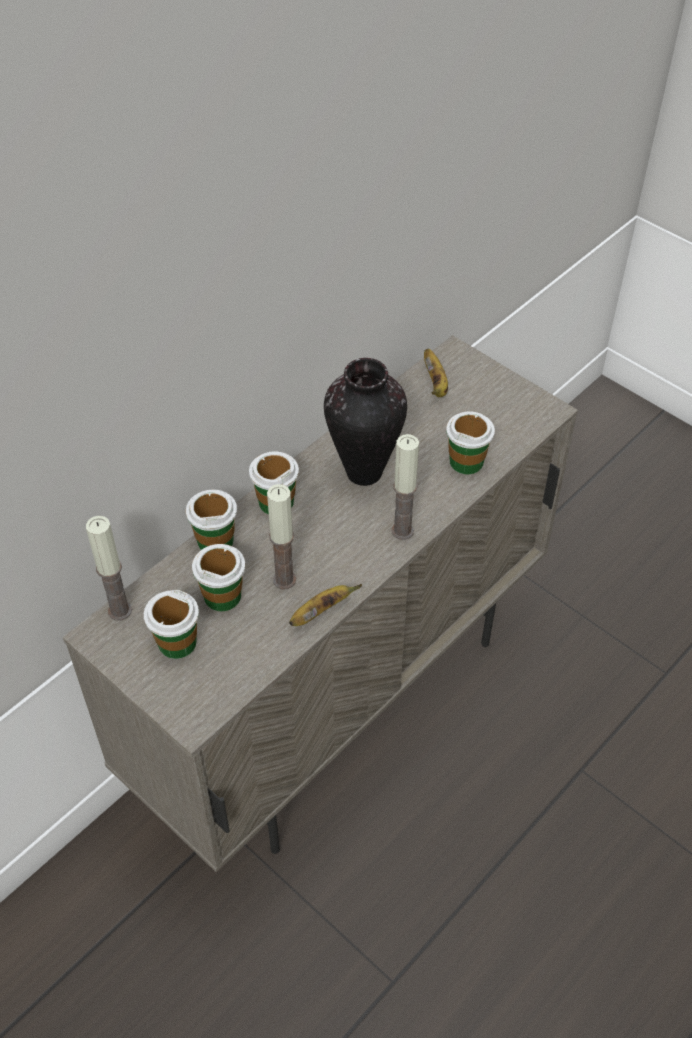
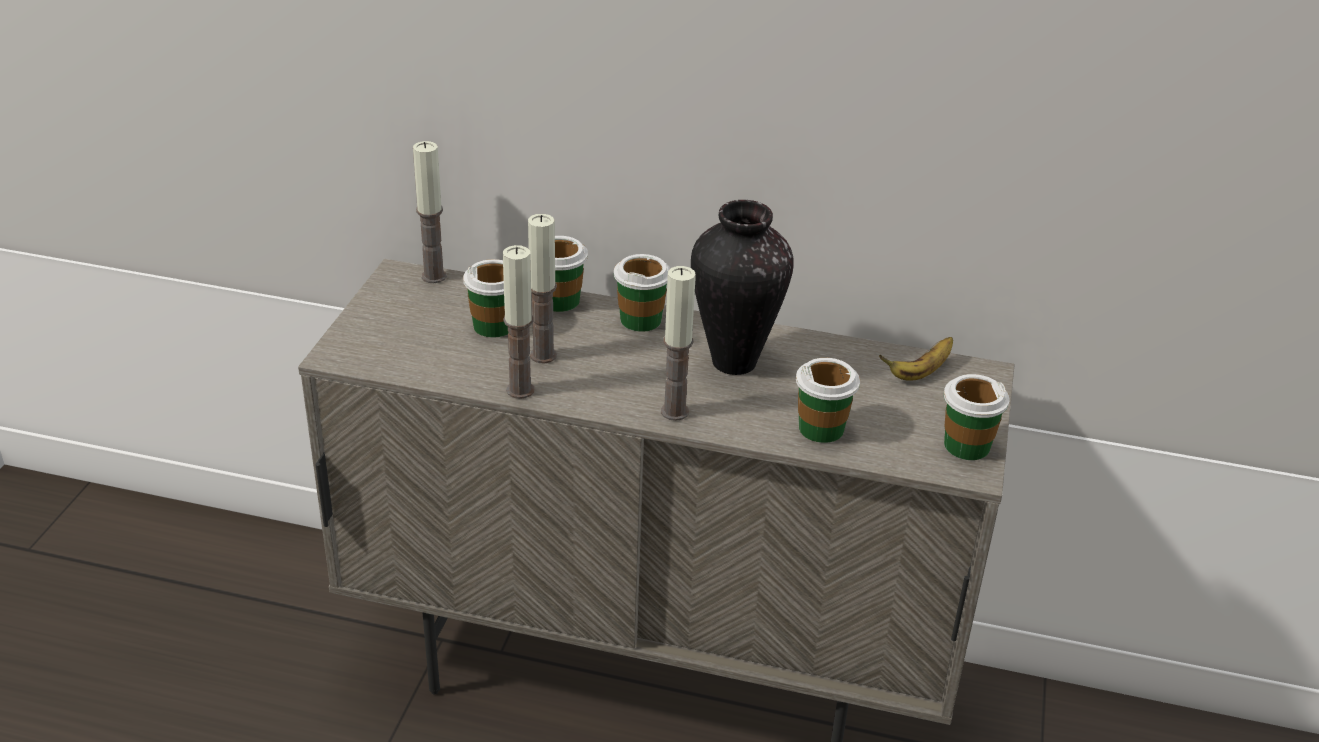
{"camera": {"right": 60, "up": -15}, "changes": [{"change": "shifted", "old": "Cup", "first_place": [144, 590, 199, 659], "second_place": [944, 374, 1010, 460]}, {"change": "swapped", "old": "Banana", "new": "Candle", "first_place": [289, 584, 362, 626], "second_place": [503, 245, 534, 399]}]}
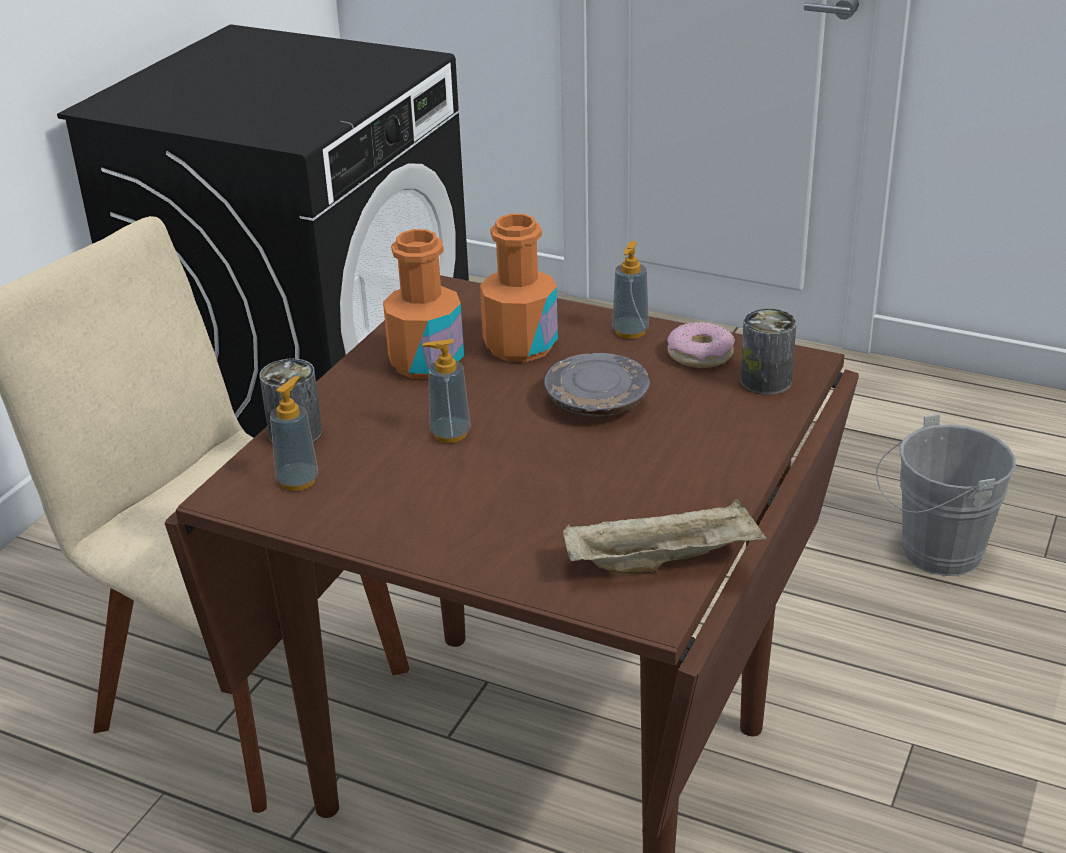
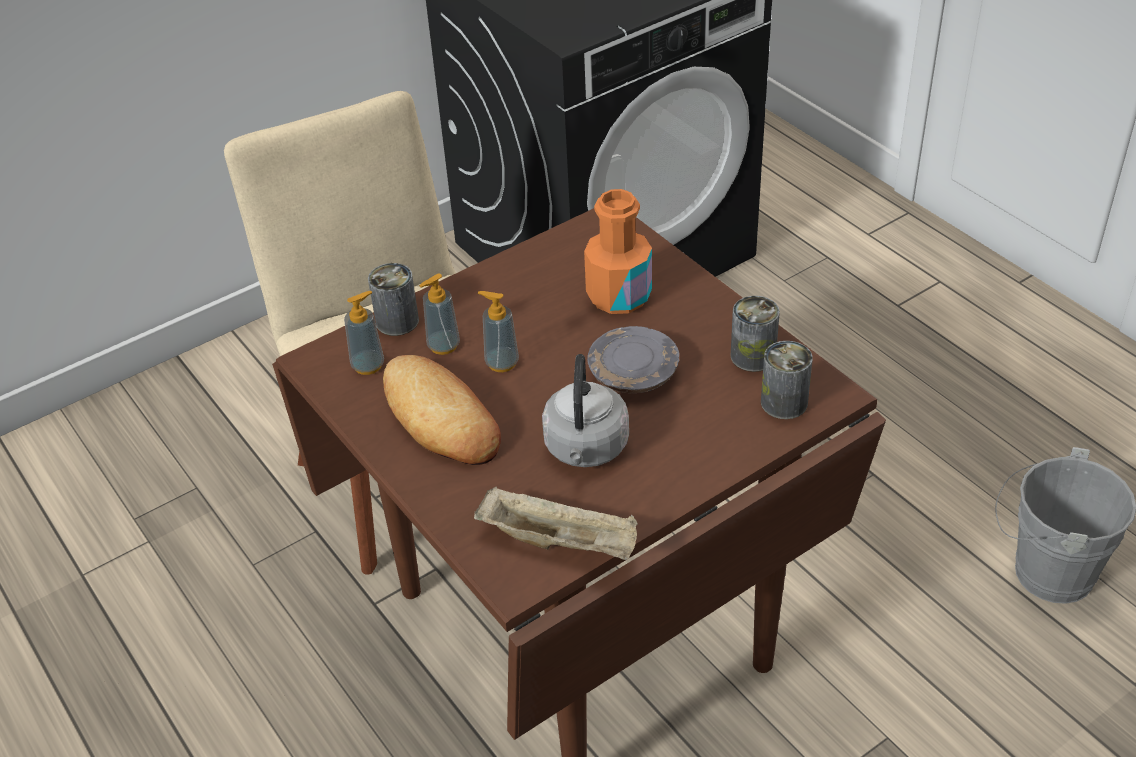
{"camera": {"right": 30, "up": 10}, "changes": [{"change": "gone", "old": "OrangeBottle", "first_place": [383, 229, 464, 379]}, {"change": "shifted", "old": "SoapDispenser", "first_place": [612, 241, 649, 339], "second_place": [419, 273, 460, 355]}, {"change": "swapped", "old": "Donut", "new": "Can", "first_place": [667, 322, 735, 368], "second_place": [731, 296, 780, 372]}, {"change": "new", "new": "Bread", "second_place": [383, 355, 501, 465]}, {"change": "new", "new": "GreyKettle", "second_place": [542, 354, 629, 467]}]}
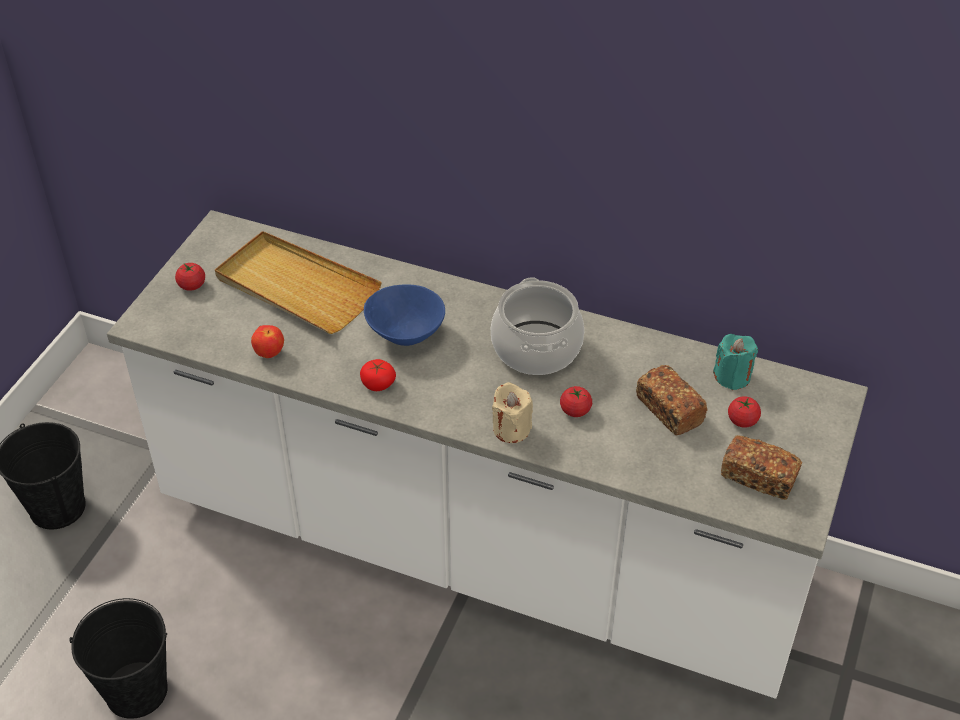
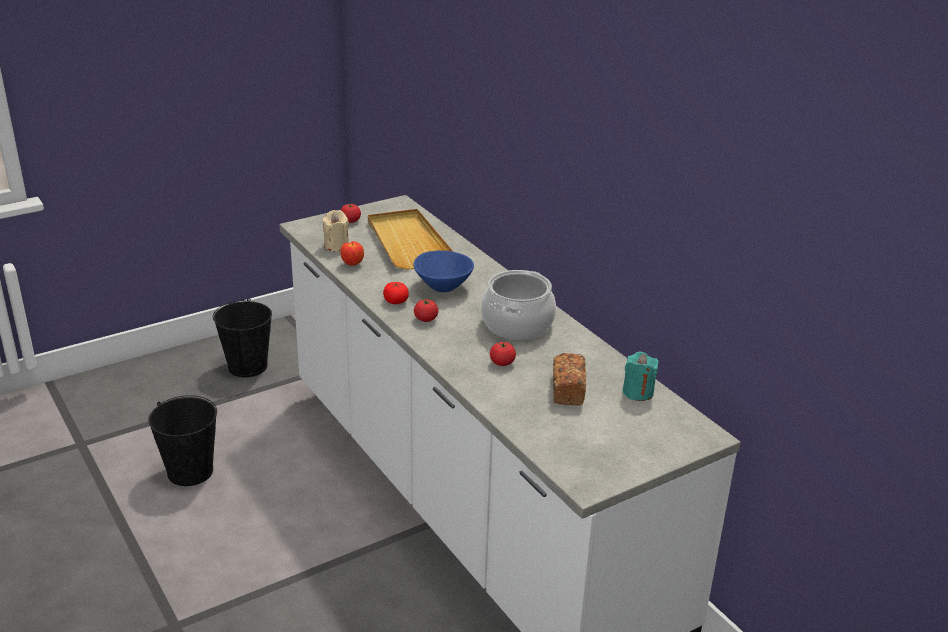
{"camera": {"right": 35, "up": -15}, "changes": [{"change": "shifted", "old": "BeigeCandle", "first_place": [492, 382, 533, 443], "second_place": [322, 210, 349, 251]}, {"change": "gone", "old": "Bread", "first_place": [721, 435, 802, 500]}, {"change": "shifted", "old": "Tomato", "first_place": [728, 396, 761, 428], "second_place": [414, 299, 438, 322]}]}
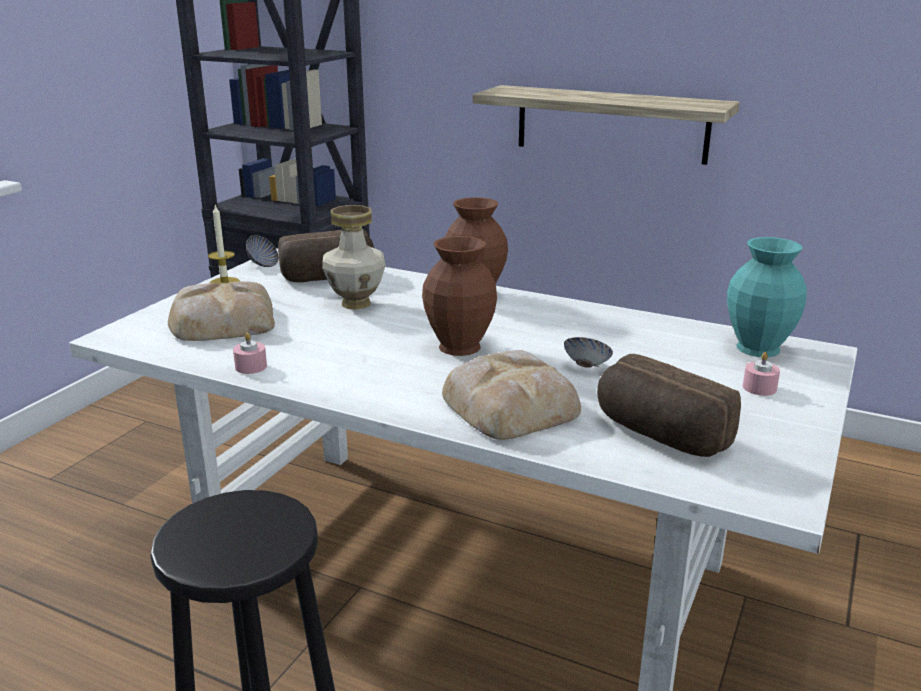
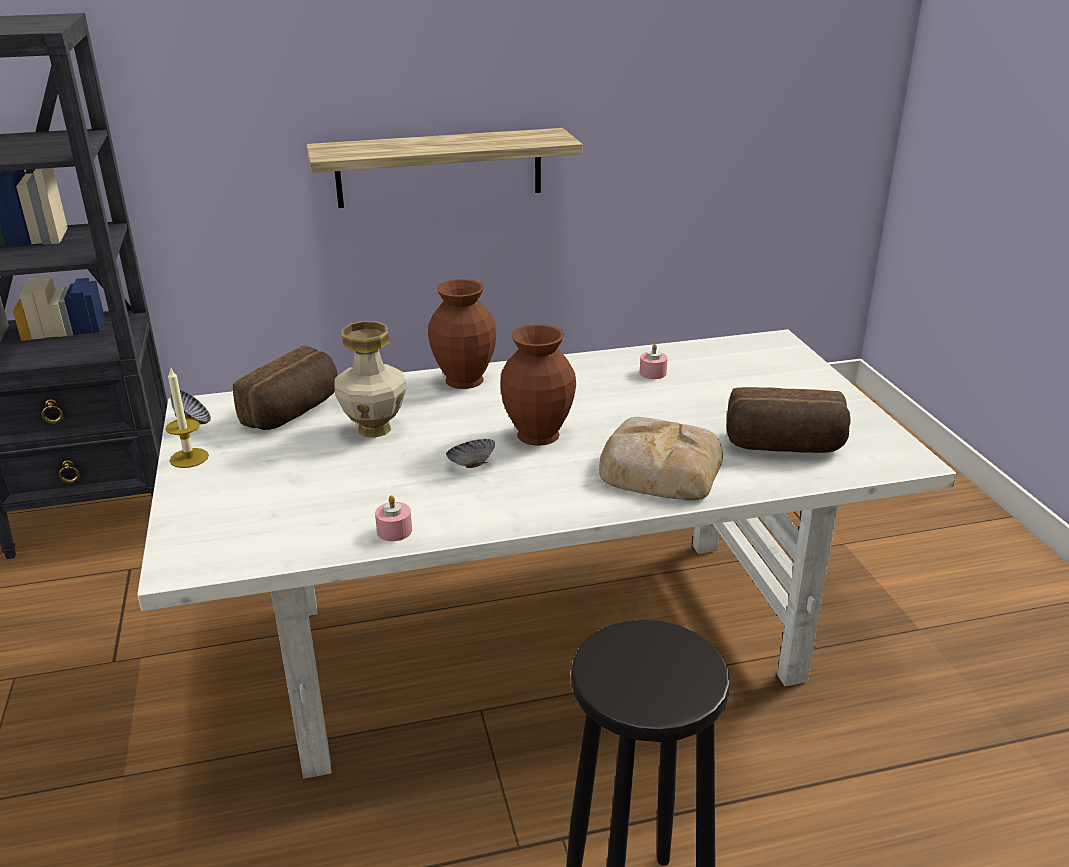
{"camera": {"right": -40, "up": 5}, "changes": [{"change": "gone", "old": "Bread", "first_place": [168, 281, 275, 341]}, {"change": "shifted", "old": "Bowl", "first_place": [564, 337, 613, 368], "second_place": [446, 439, 495, 468]}, {"change": "gone", "old": "TurquoiseVase", "first_place": [727, 237, 807, 357]}, {"change": "shifted", "old": "PinkCandle", "first_place": [743, 352, 780, 396], "second_place": [640, 344, 668, 379]}]}
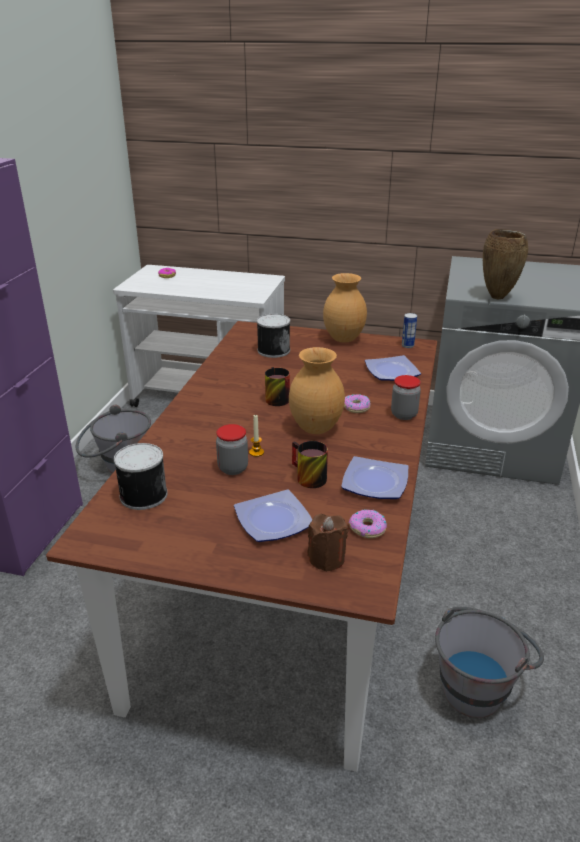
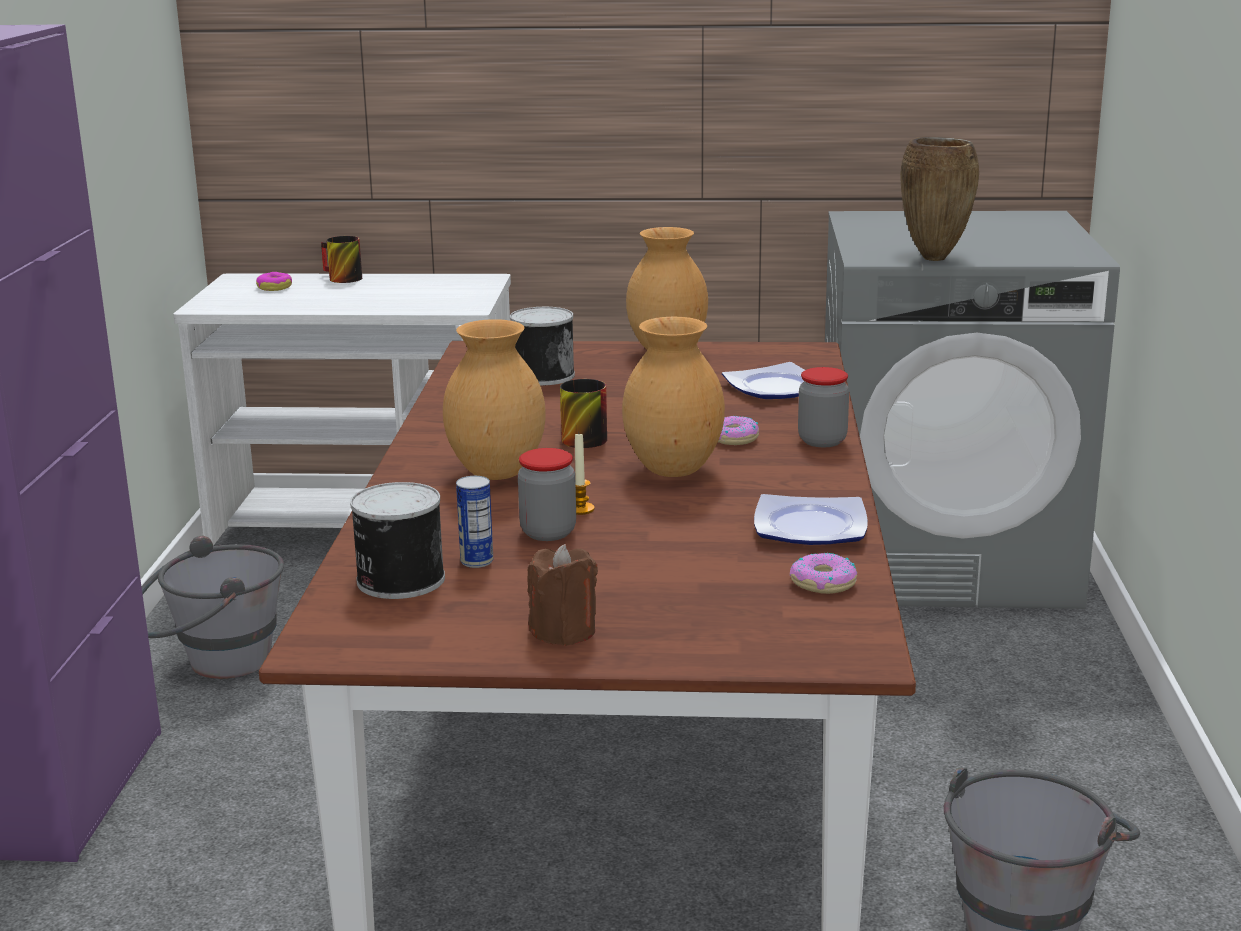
{"camera": {"right": -10, "up": -10}, "changes": [{"change": "gone", "old": "Plate", "first_place": [234, 489, 312, 542]}, {"change": "shifted", "old": "Mug", "first_place": [292, 441, 328, 488], "second_place": [321, 236, 362, 283]}, {"change": "shifted", "old": "BrownCandle", "first_place": [307, 514, 348, 572], "second_place": [527, 544, 598, 646]}, {"change": "shifted", "old": "Can", "first_place": [402, 313, 417, 348], "second_place": [456, 476, 493, 568]}, {"change": "new", "new": "BrownVase", "second_place": [443, 319, 546, 480]}]}
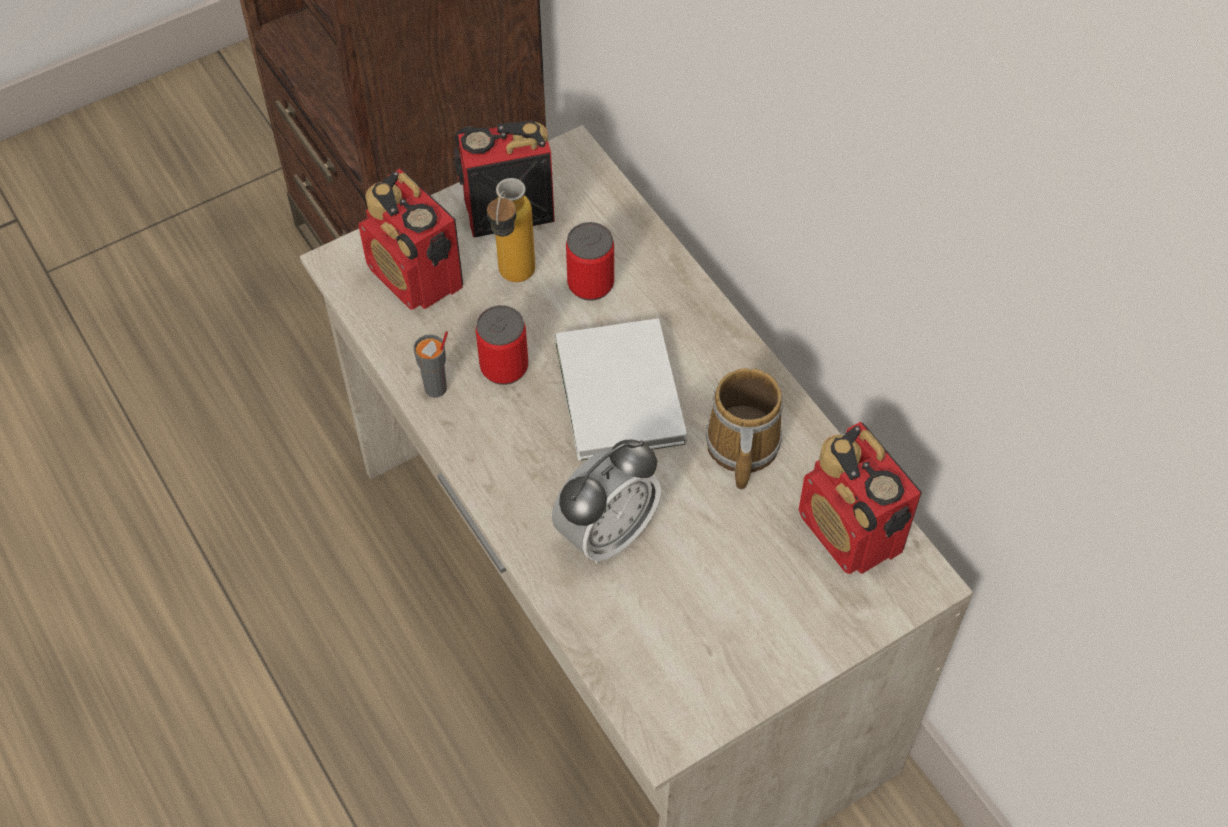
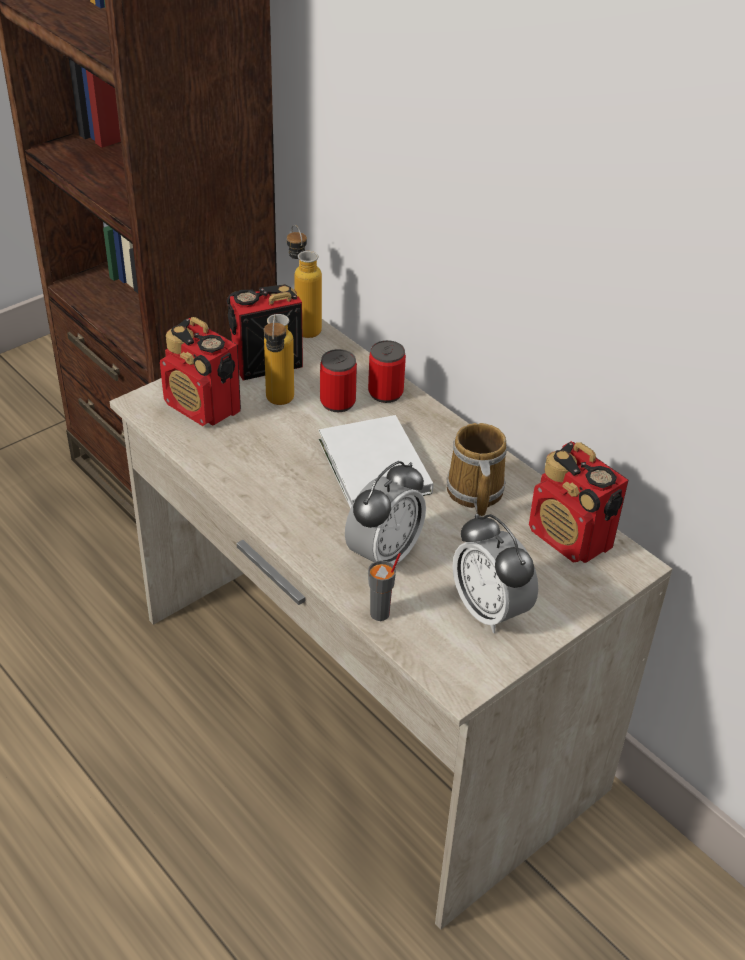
{"camera": {"right": -10, "up": -15}, "changes": [{"change": "shifted", "old": "GreyCup", "first_place": [413, 331, 448, 398], "second_place": [368, 553, 401, 621]}, {"change": "shifted", "old": "Can", "first_place": [476, 305, 528, 385], "second_place": [368, 340, 406, 403]}, {"change": "new", "new": "Bottle", "second_place": [287, 225, 322, 338]}, {"change": "new", "new": "AlarmClock", "second_place": [453, 513, 538, 633]}]}
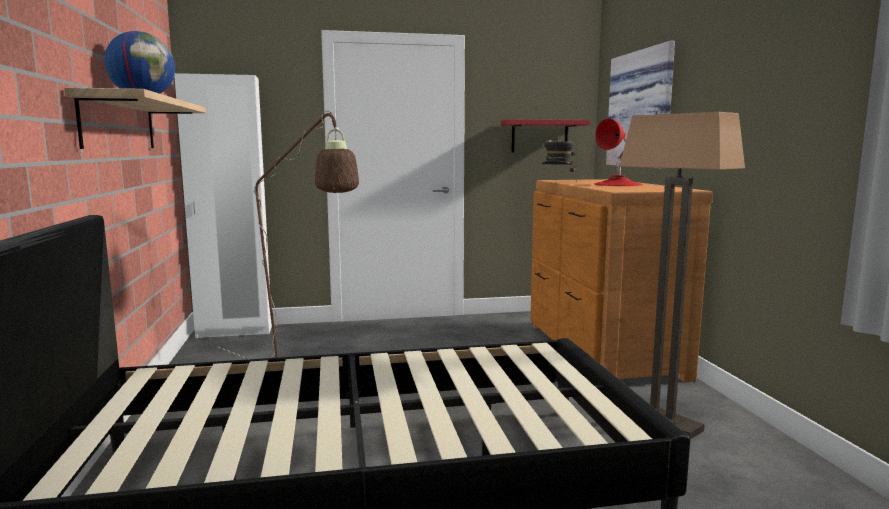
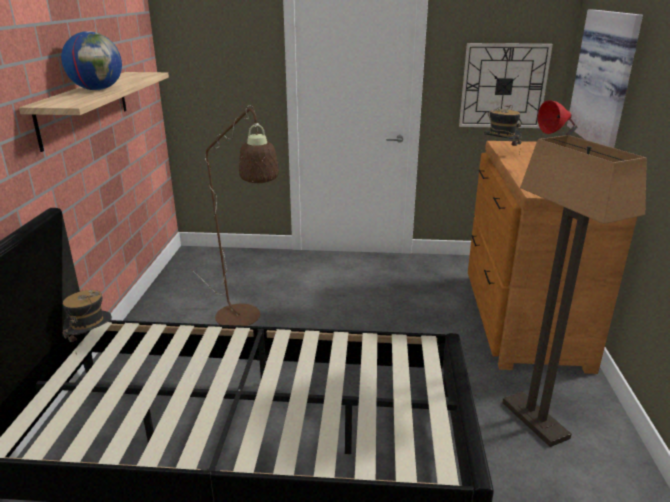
{"camera": {"right": 15, "up": 15}, "changes": [{"change": "gone", "old": "WhiteWardrobe", "first_place": [174, 73, 272, 338]}, {"change": "swapped", "old": "RedShelf", "new": "WallClock", "first_place": [501, 119, 590, 152], "second_place": [459, 43, 553, 128]}, {"change": "new", "new": "Hat", "second_place": [63, 290, 112, 355]}]}
